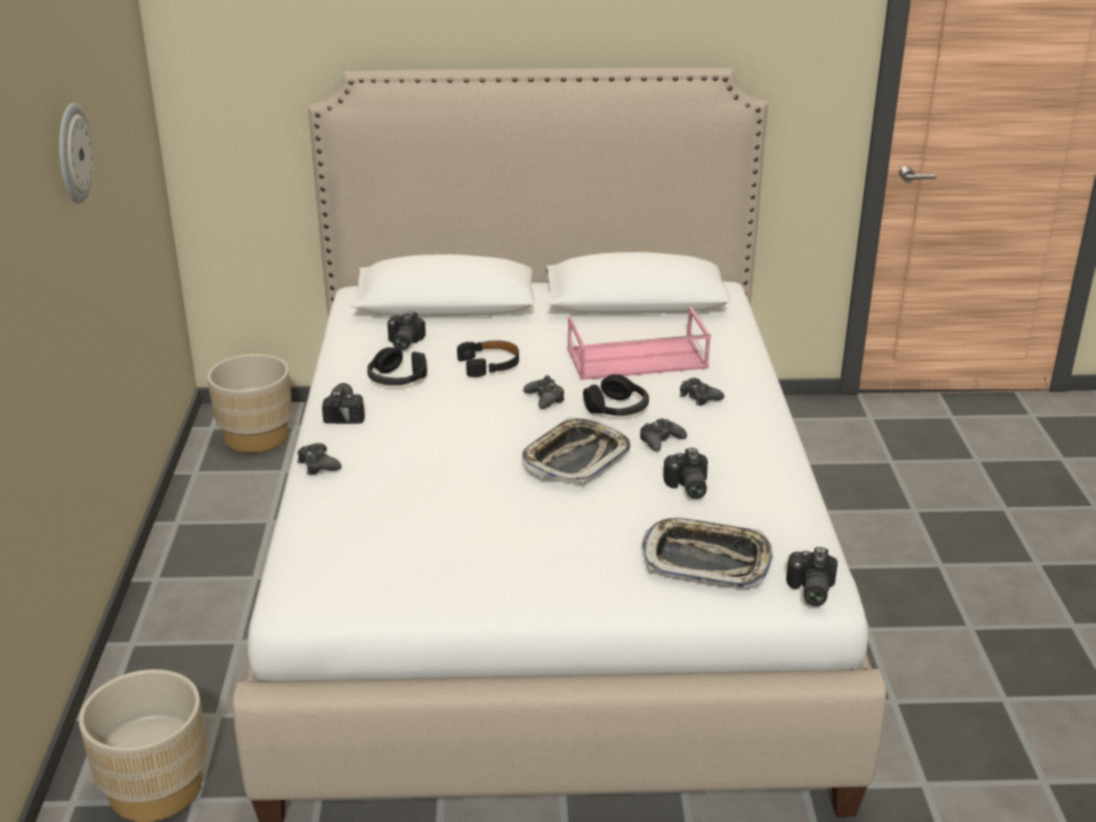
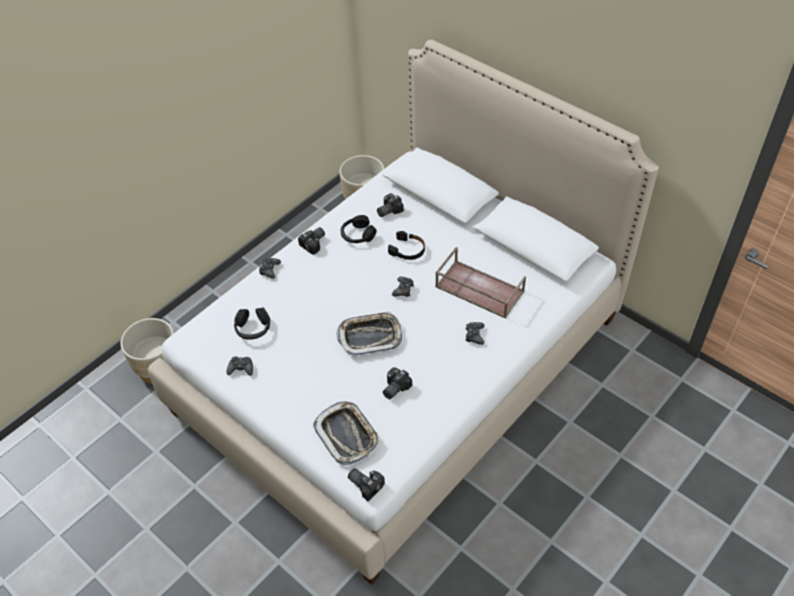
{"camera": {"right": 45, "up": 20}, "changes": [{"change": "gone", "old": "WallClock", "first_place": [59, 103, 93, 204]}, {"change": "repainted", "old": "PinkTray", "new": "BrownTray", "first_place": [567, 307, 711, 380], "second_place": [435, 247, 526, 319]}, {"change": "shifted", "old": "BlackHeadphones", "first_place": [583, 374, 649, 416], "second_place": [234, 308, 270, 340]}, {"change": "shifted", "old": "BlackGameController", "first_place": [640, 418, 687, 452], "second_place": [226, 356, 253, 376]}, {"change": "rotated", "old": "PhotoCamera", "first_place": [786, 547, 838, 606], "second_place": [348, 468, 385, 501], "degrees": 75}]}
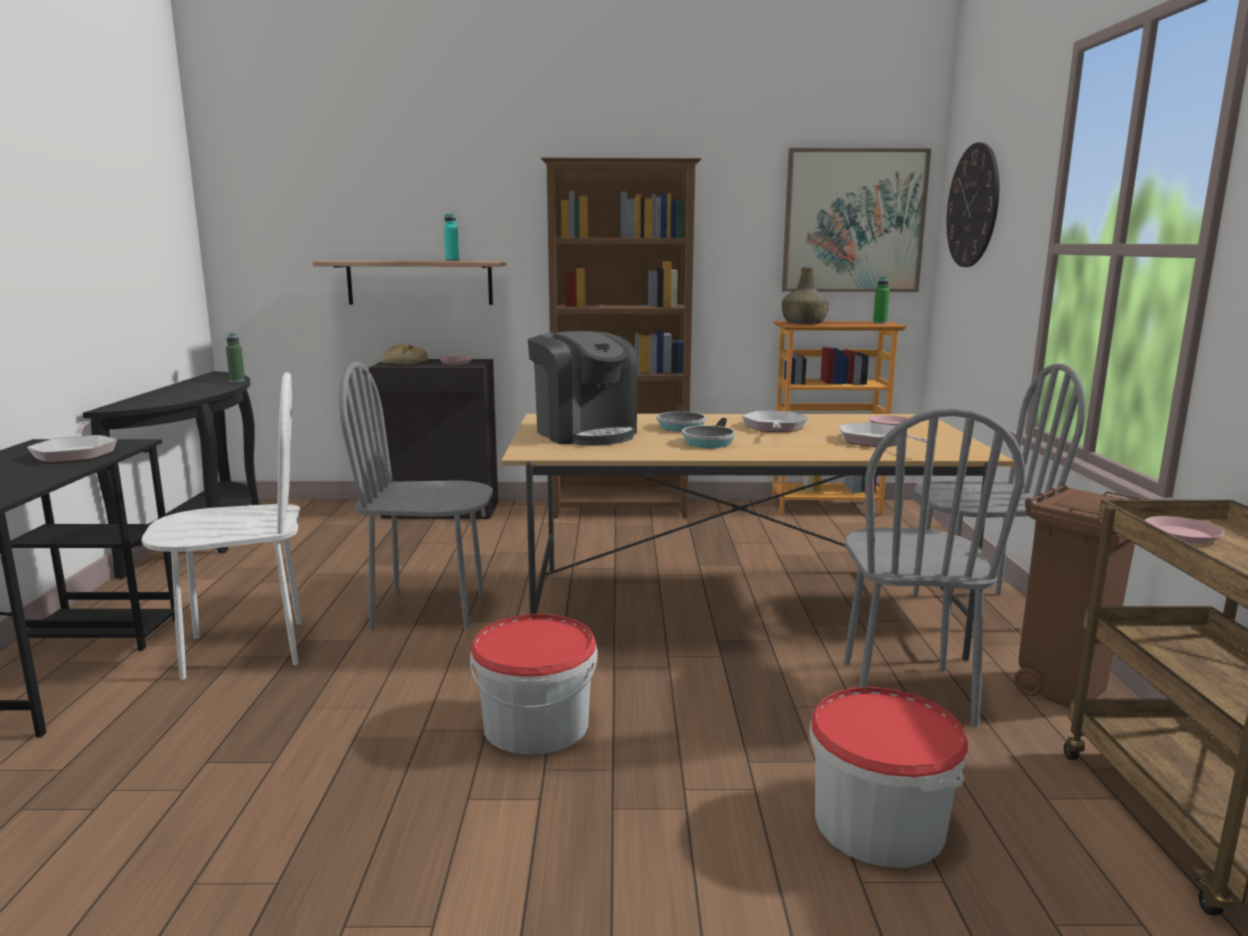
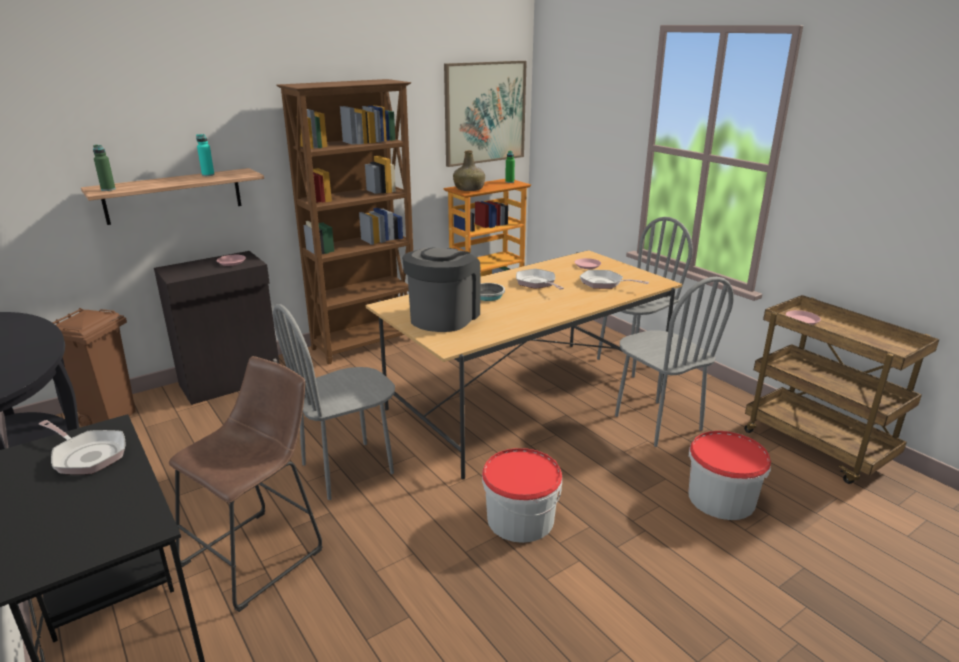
{"camera": {"right": -35, "up": 10}, "changes": [{"change": "swapped", "old": "WhiteChair", "new": "BrownStool", "first_place": [142, 372, 302, 679], "second_place": [169, 356, 323, 612]}, {"change": "shifted", "old": "GreenBottle", "first_place": [226, 333, 245, 382], "second_place": [93, 145, 115, 191]}, {"change": "gone", "old": "Bread", "first_place": [381, 344, 428, 365]}, {"change": "rotated", "old": "CoffeeMachine", "first_place": [528, 331, 637, 446], "second_place": [402, 247, 481, 332], "degrees": -90}, {"change": "gone", "old": "FryingPan", "first_place": [682, 418, 736, 448]}, {"change": "gone", "old": "WallClock", "first_place": [946, 142, 999, 267]}, {"change": "shifted", "old": "BrownTrashCan", "first_place": [1014, 484, 1140, 709], "second_place": [53, 308, 136, 427]}]}
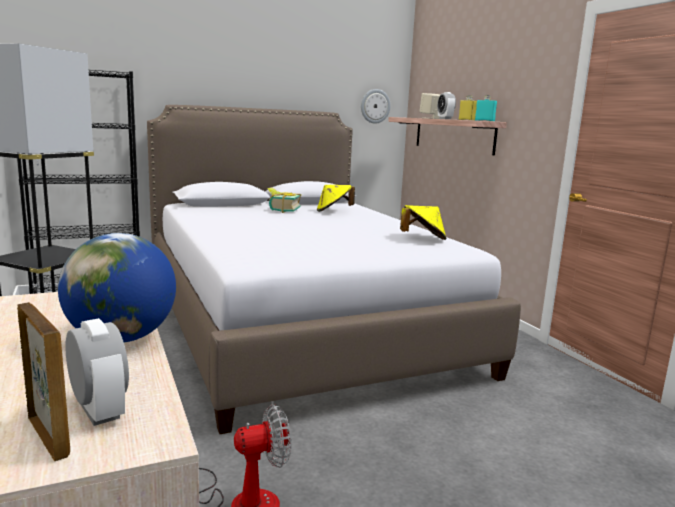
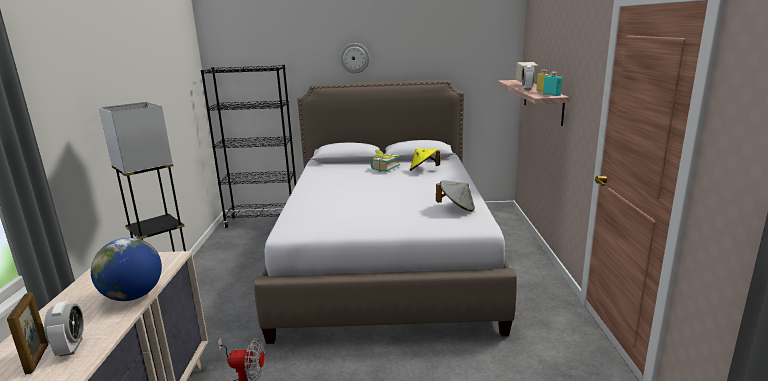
{"camera": {"right": 25, "up": 5}, "changes": [{"change": "shifted", "old": "WallClock", "first_place": [361, 89, 391, 124], "second_place": [340, 43, 370, 73]}, {"change": "repainted", "old": "YellowHat", "new": "GreyHat", "first_place": [400, 205, 447, 240], "second_place": [436, 180, 475, 212]}]}
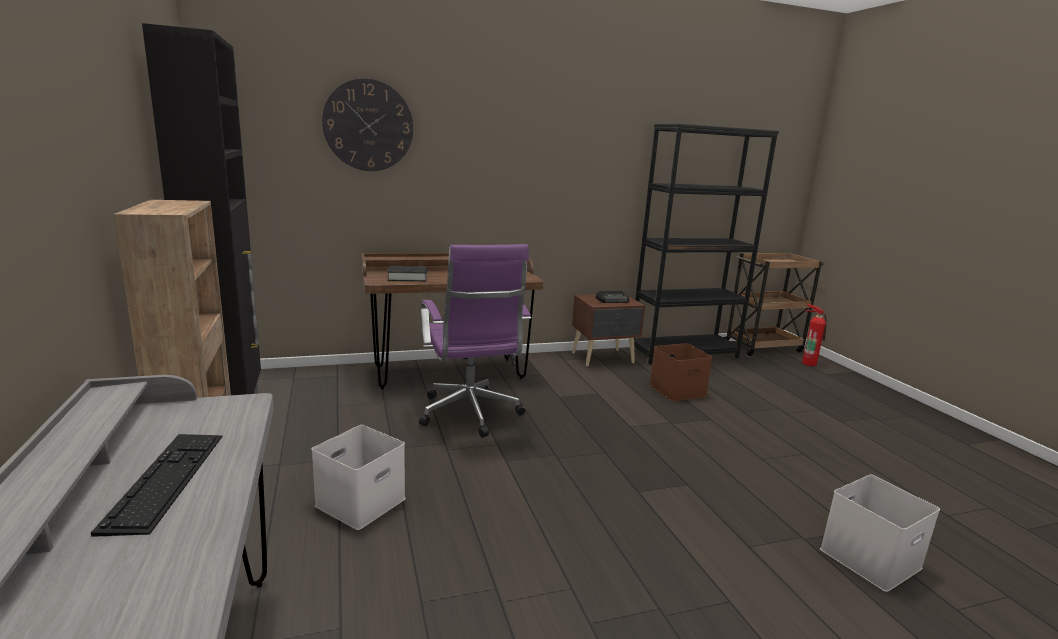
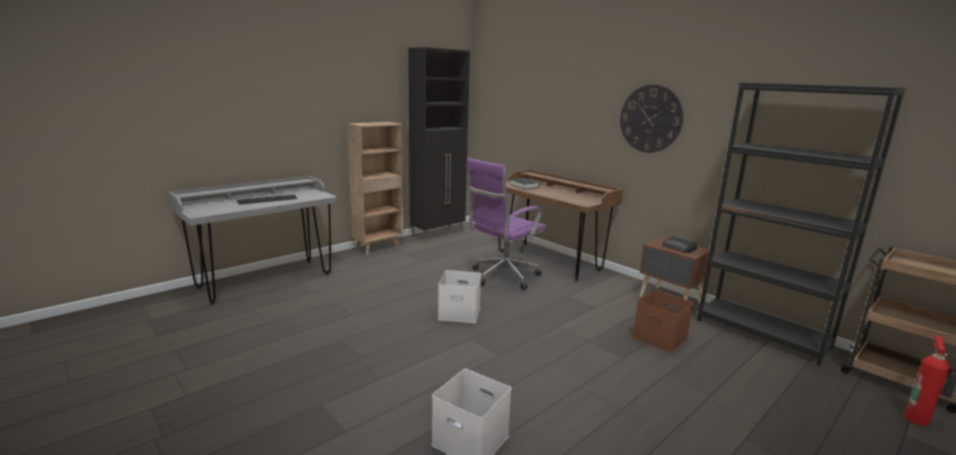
{"camera": {"right": 65, "up": 0}, "changes": [{"change": "shifted", "old": "WhiteStorageBox", "first_place": [311, 425, 406, 530], "second_place": [438, 270, 481, 323]}, {"change": "shifted", "old": "WallClock", "first_place": [322, 78, 413, 171], "second_place": [620, 85, 683, 153]}]}
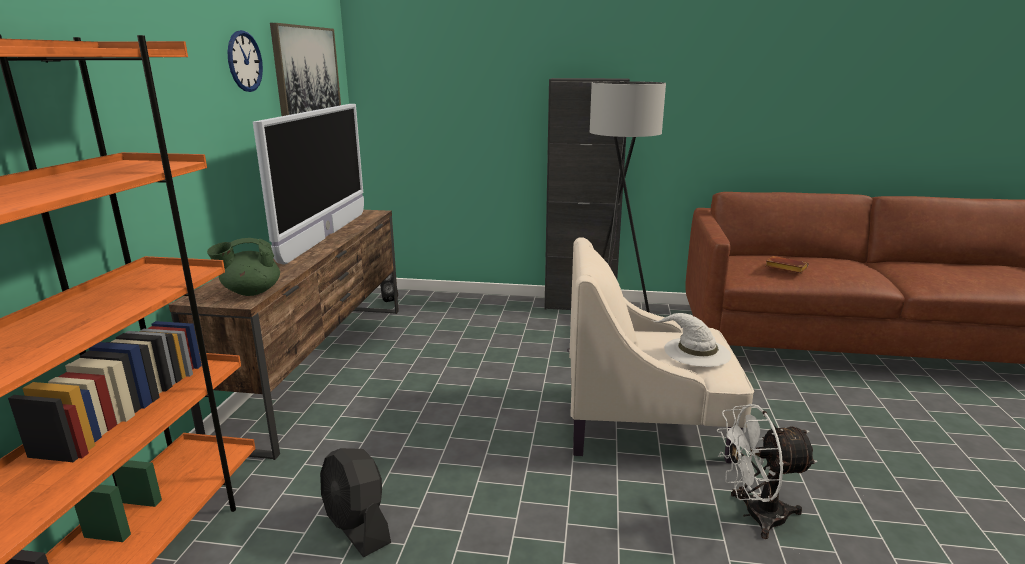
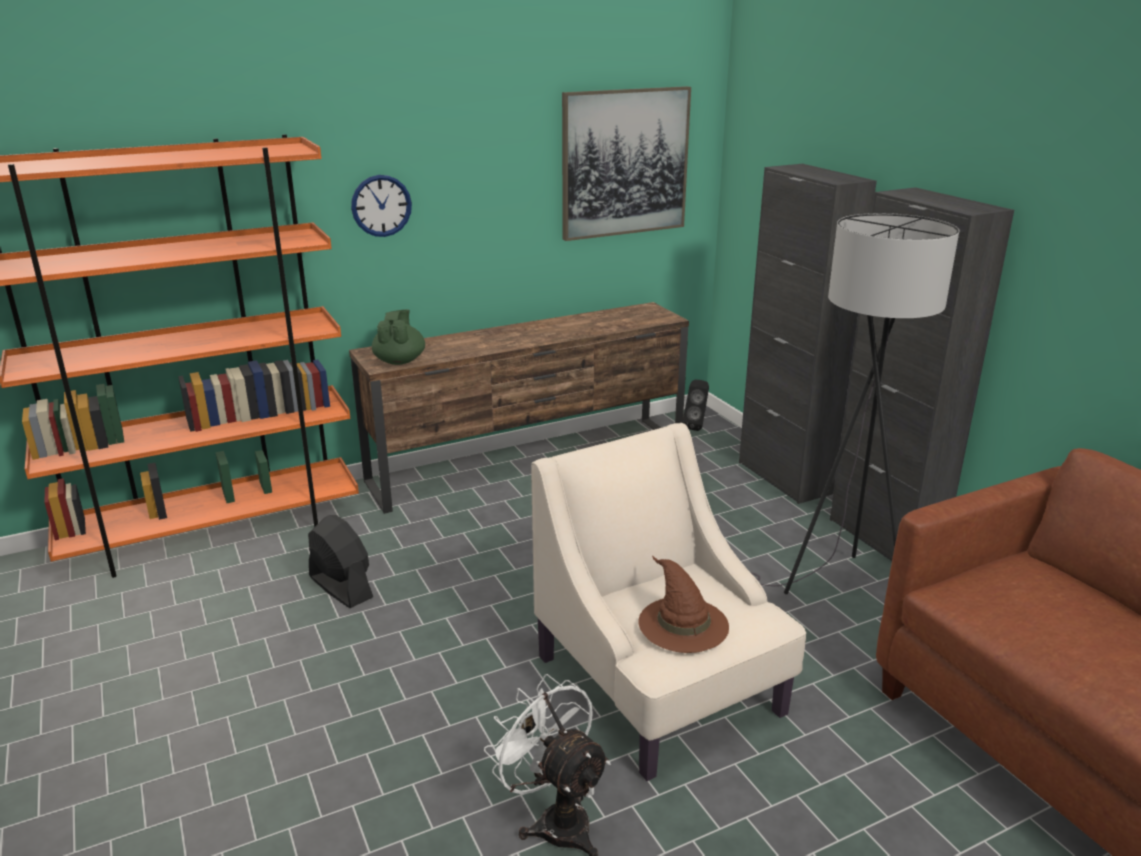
{"camera": {"right": 55, "up": 5}, "changes": [{"change": "rotated", "old": "GreenTeapot", "first_place": [207, 238, 280, 296], "second_place": [372, 309, 425, 365], "degrees": 60}, {"change": "shifted", "old": "WallClock", "first_place": [227, 30, 263, 92], "second_place": [351, 175, 412, 237]}, {"change": "gone", "old": "Television", "first_place": [253, 104, 364, 265]}, {"change": "rotated", "old": "BlackFan", "first_place": [320, 448, 391, 557], "second_place": [308, 515, 373, 608], "degrees": 120}, {"change": "repainted", "old": "WhiteHat", "new": "BrownHat", "first_place": [652, 313, 731, 367], "second_place": [638, 555, 729, 653]}, {"change": "gone", "old": "BrownBook", "first_place": [765, 256, 808, 273]}, {"change": "new", "new": "BlackCabinet", "second_place": [739, 164, 877, 504]}]}
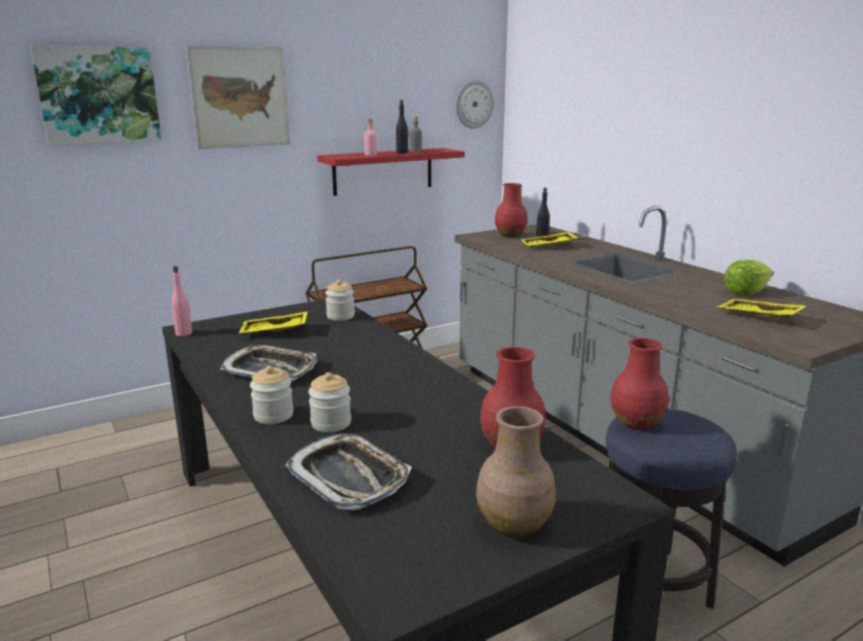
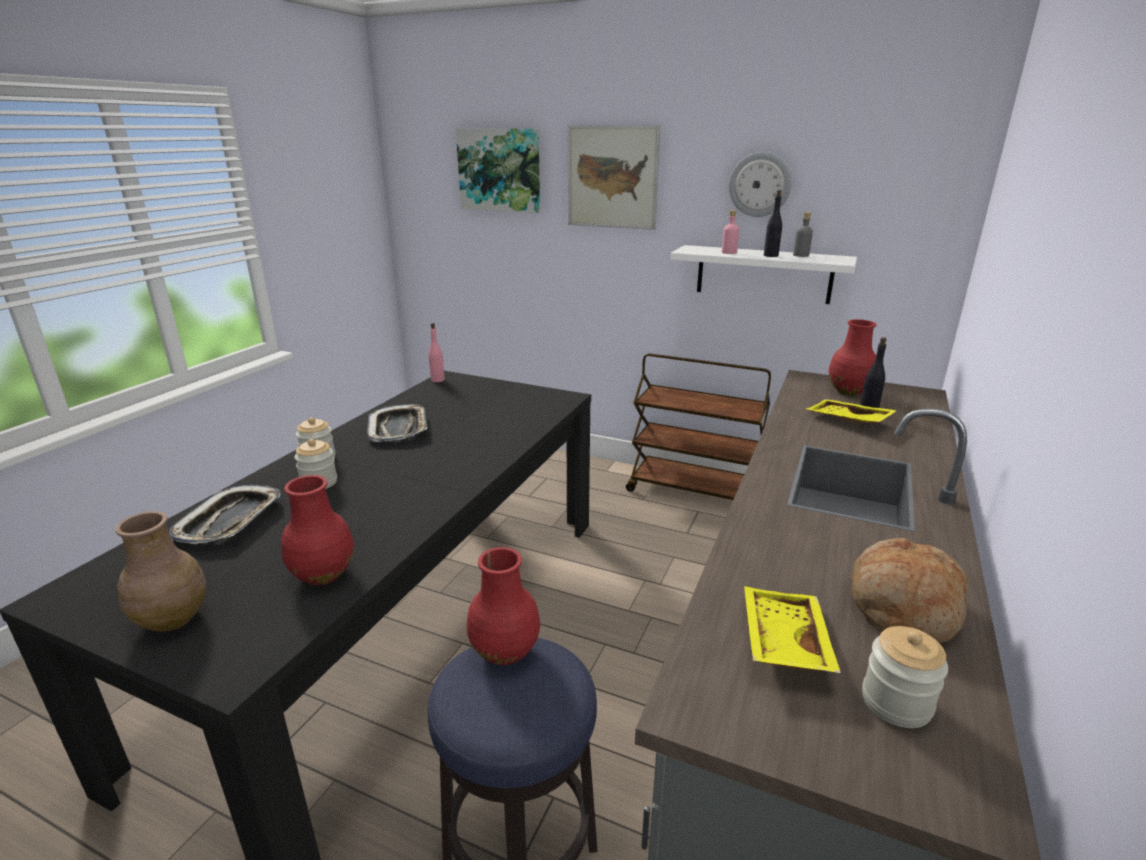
{"camera": {"right": 55, "up": 5}, "changes": [{"change": "gone", "old": "YellowTray", "first_place": [238, 311, 308, 334]}, {"change": "repainted", "old": "RedShelf", "new": "WhiteShelf", "first_place": [317, 148, 465, 196], "second_place": [670, 245, 857, 304]}, {"change": "shifted", "old": "Jar", "first_place": [325, 280, 355, 321], "second_place": [862, 626, 948, 728]}, {"change": "shifted", "old": "WallClock", "first_place": [456, 80, 494, 129], "second_place": [729, 152, 792, 217]}, {"change": "swapped", "old": "Lettuce", "new": "Bread", "first_place": [724, 260, 773, 295], "second_place": [851, 538, 968, 643]}]}
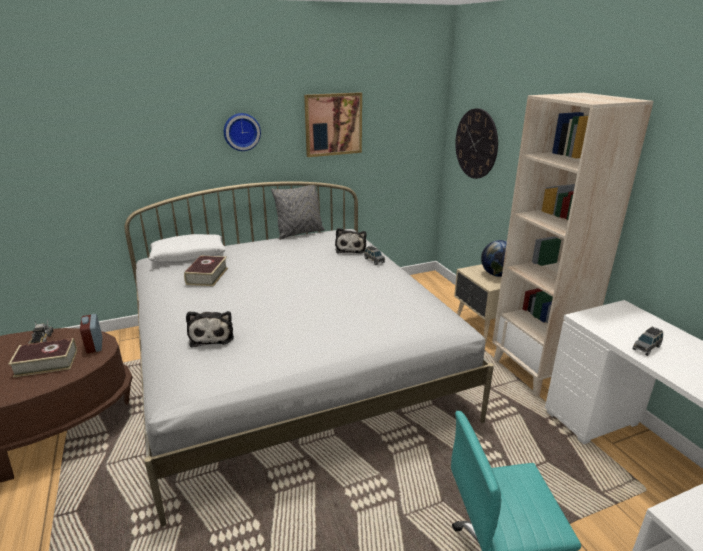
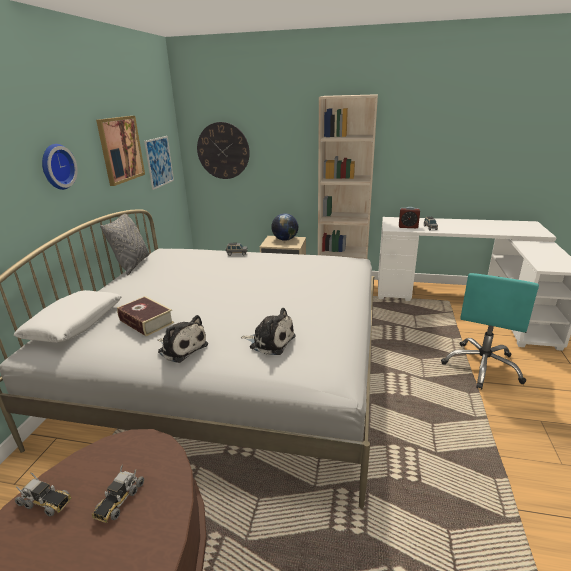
{"camera": {"right": -55, "up": 0}, "changes": [{"change": "swapped", "old": "Book", "new": "ToyTruck", "first_place": [9, 338, 77, 378], "second_place": [91, 465, 144, 523]}, {"change": "shifted", "old": "AlarmClock", "first_place": [80, 314, 102, 354], "second_place": [399, 207, 420, 228]}, {"change": "shifted", "old": "PlushToy", "first_place": [335, 228, 366, 254], "second_place": [158, 315, 208, 363]}, {"change": "new", "new": "Picture", "second_place": [144, 136, 174, 190]}]}
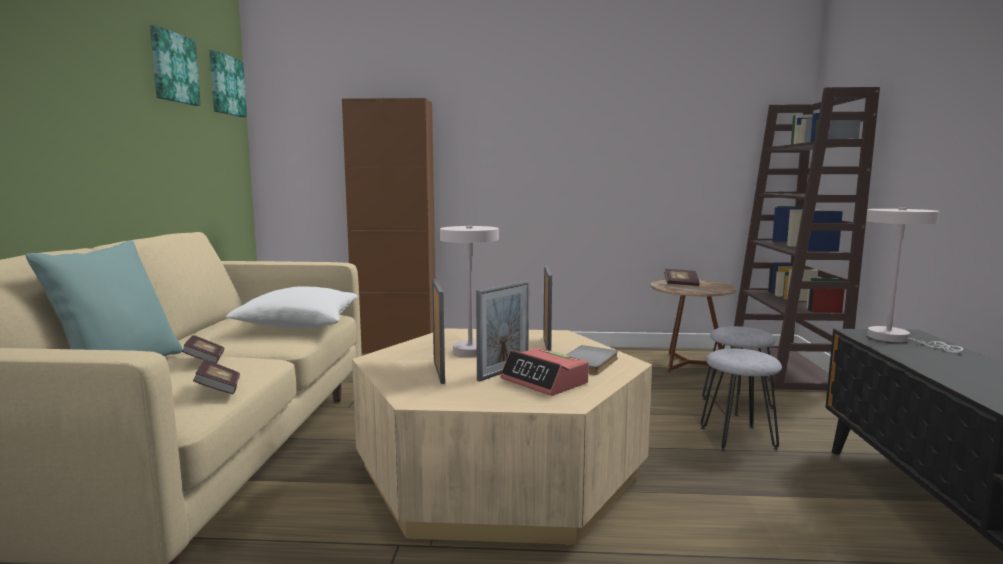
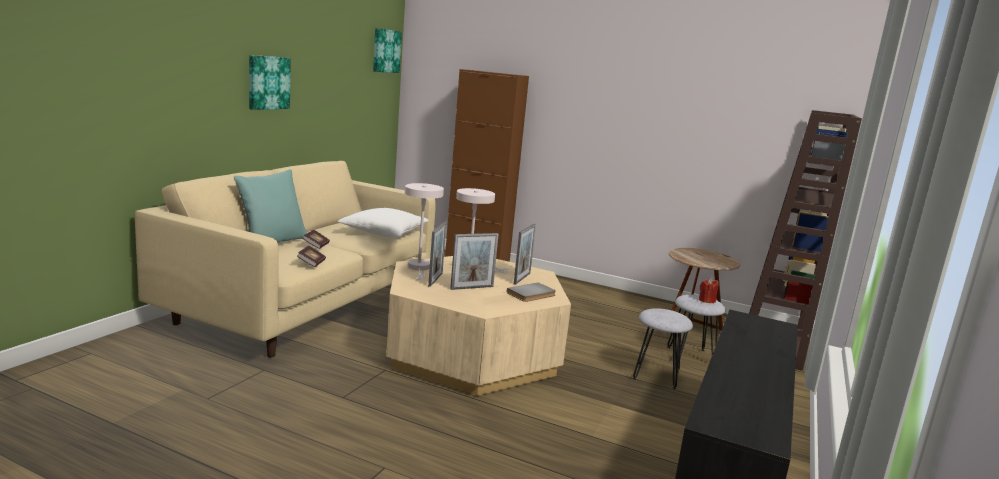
{"camera": {"right": 20, "up": 5}, "changes": [{"change": "shifted", "old": "Picture", "first_place": [150, 25, 201, 106], "second_place": [249, 55, 291, 110]}, {"change": "gone", "old": "AlarmClock", "first_place": [500, 348, 589, 396]}, {"change": "gone", "old": "Book", "first_place": [664, 269, 700, 286]}, {"change": "shifted", "old": "WhiteTableLamp", "first_place": [866, 208, 963, 353], "second_place": [405, 183, 444, 279]}, {"change": "new", "new": "RedCandle", "second_place": [699, 278, 718, 303]}]}
